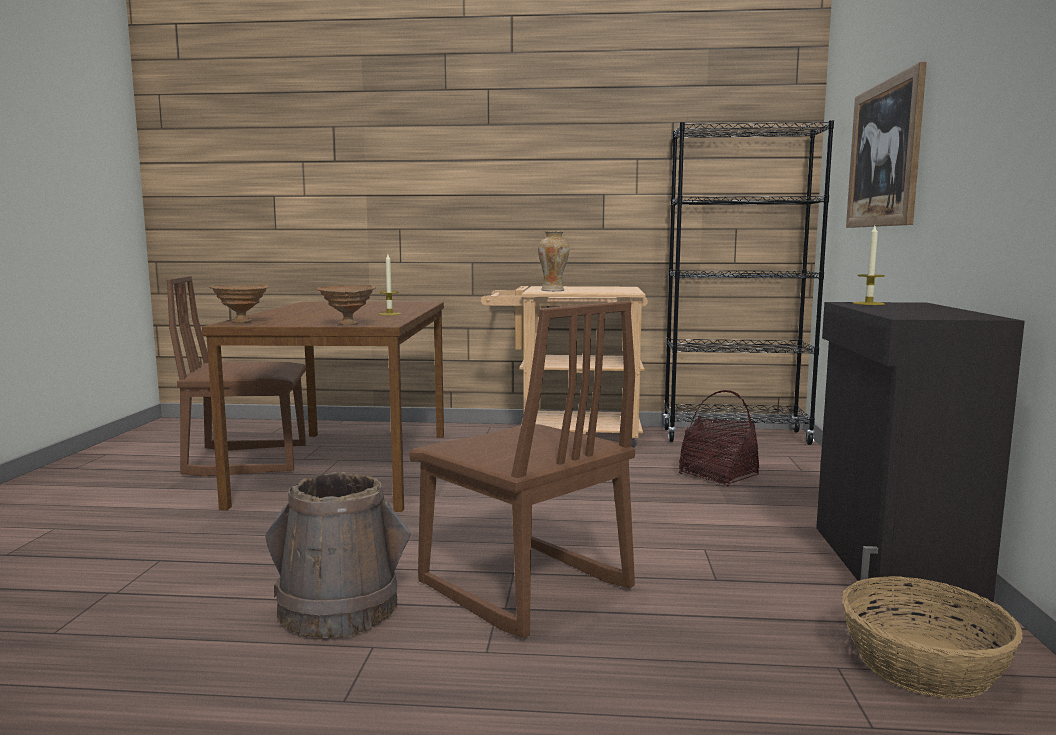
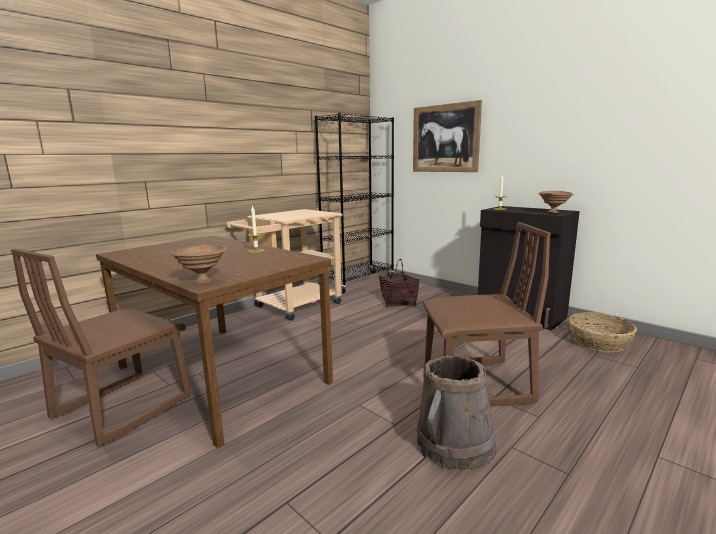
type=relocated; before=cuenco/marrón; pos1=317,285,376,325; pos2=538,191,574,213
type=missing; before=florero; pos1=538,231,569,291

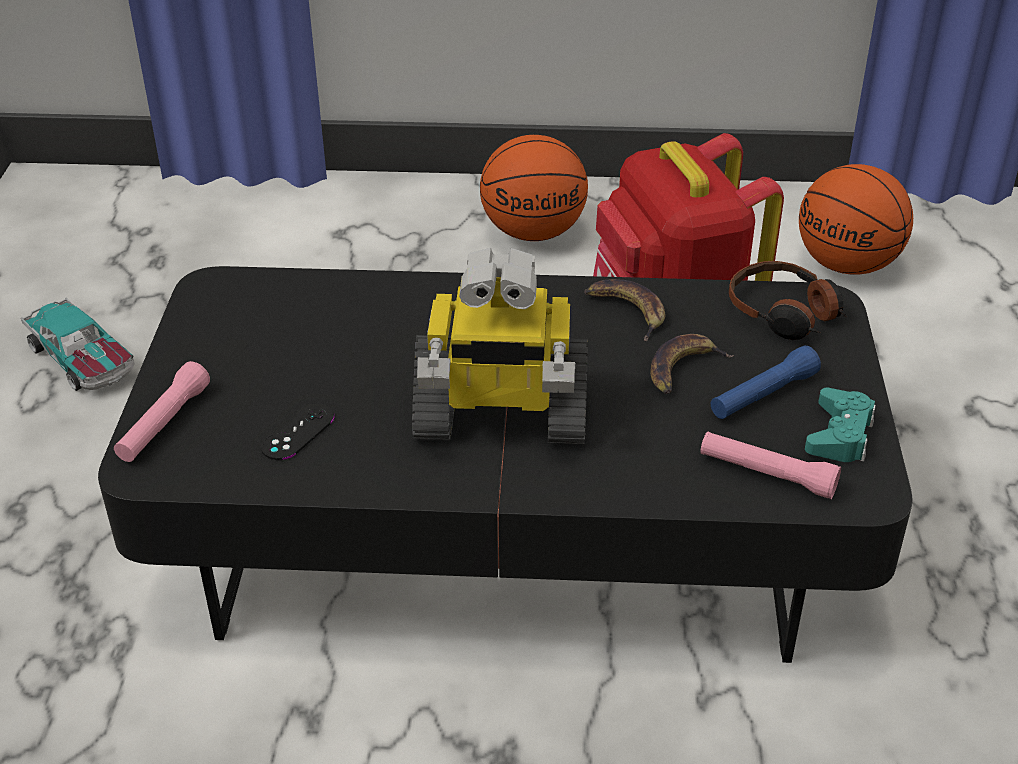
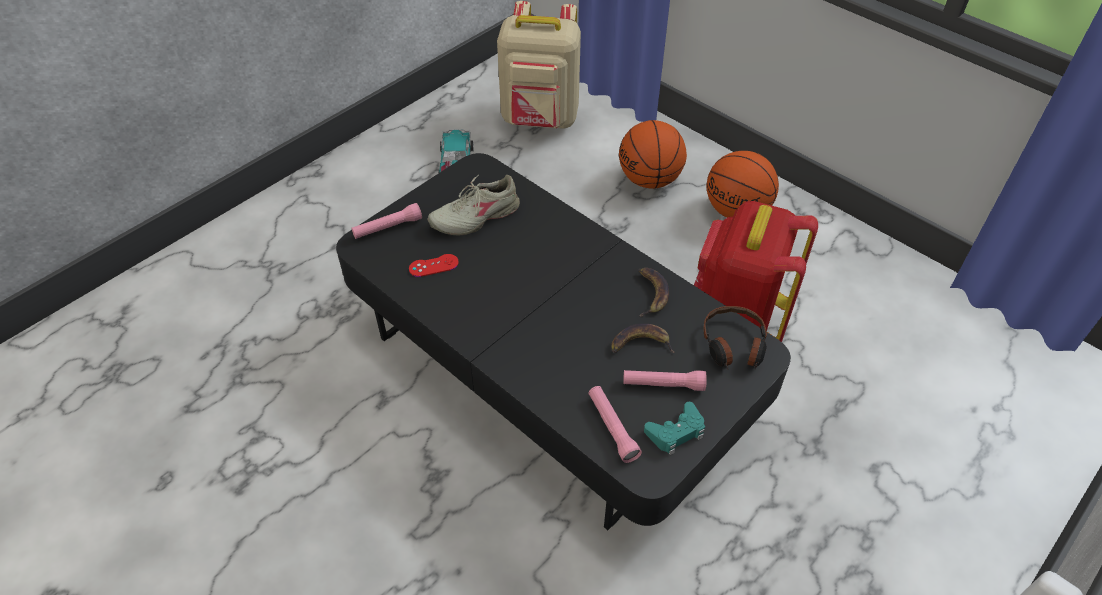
type=colour; before=mando de consola/negro; after=mando de consola/rojo; pos1=261,403,334,460; pos2=409,254,459,277
type=appeared; after=zapato/beis; pos2=427,175,520,235
type=appeared; after=mochila/beis; pos2=497,1,581,129
type=relocated; before=balón de baloncesto; pos1=799,164,913,275; pos2=619,120,687,189
type=colour; before=linterna/azul; after=linterna/rosa; pos1=711,345,821,419; pos2=623,370,707,391
type=missing; before=robot de juguete; pos1=412,248,588,444

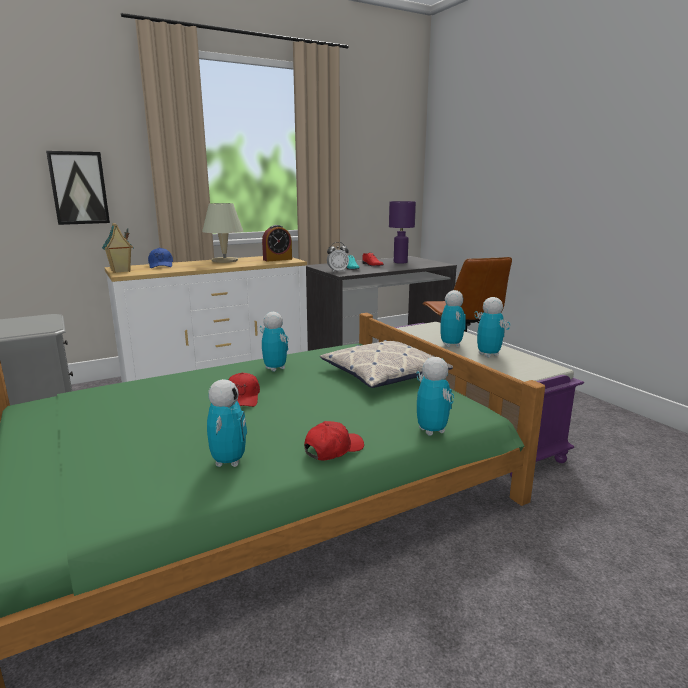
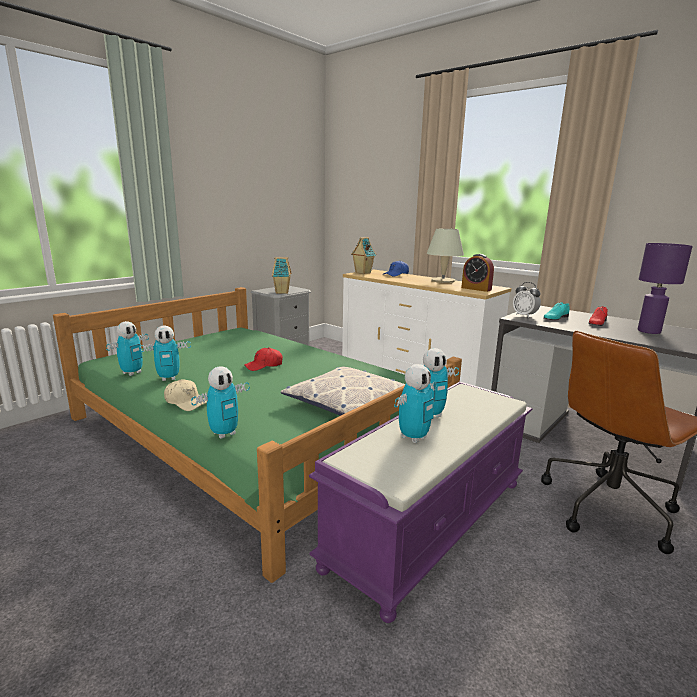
type=relocated; before=robot de juguete; pos1=260,312,289,372; pos2=106,321,149,376
type=colour; before=gorra/rojo; after=gorra/beis; pos1=304,421,364,461; pos2=164,379,207,411
type=appeared; after=casita; pos2=272,257,291,294
type=missing; before=cuadro; pos1=46,151,110,225

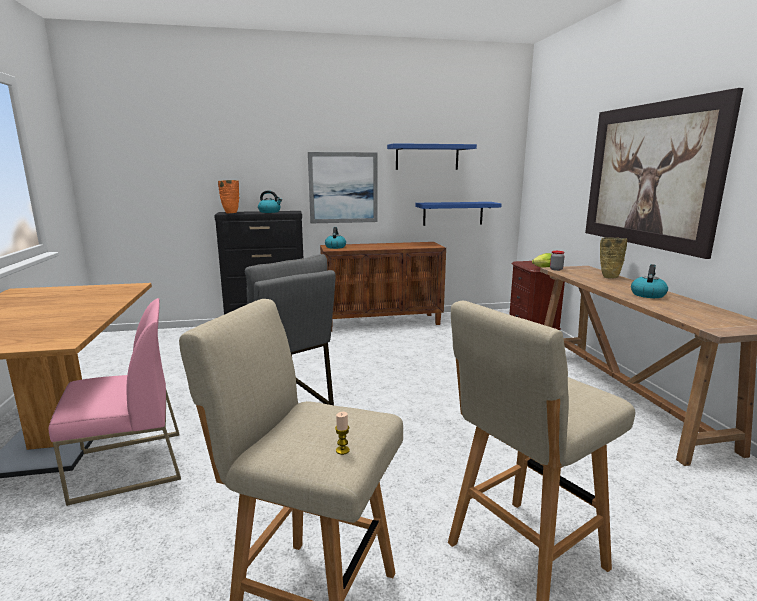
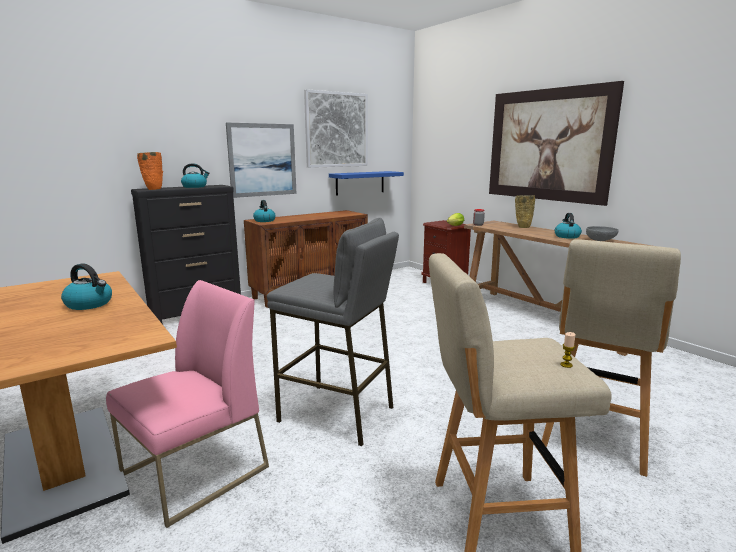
type=appeared; after=hervidor; pos2=61,263,112,310
type=exchanged; before=estante/azul; after=cuadro; pos1=387,143,477,170; pos2=304,89,368,168
type=appeared; after=cuenco/gris; pos2=586,226,619,241

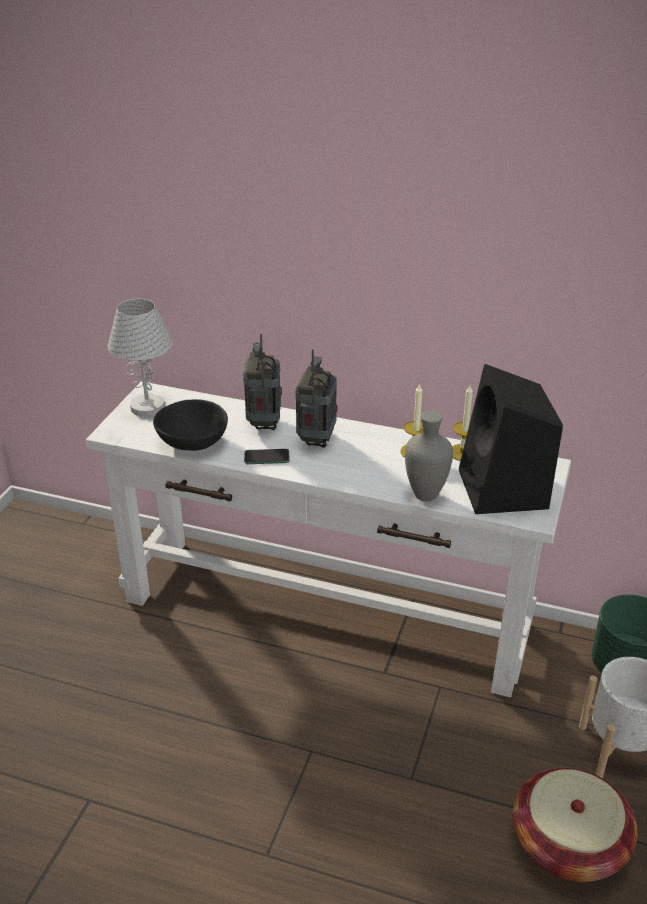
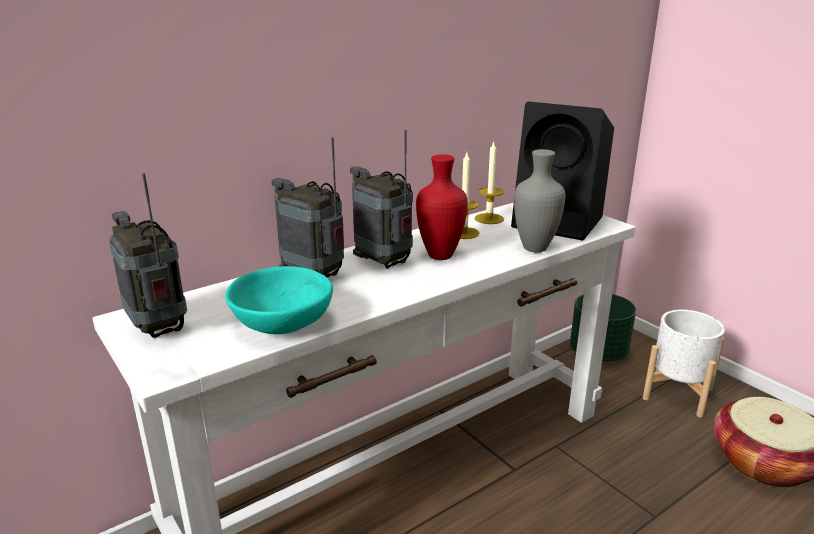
type=exchanged; before=lámpara de mesa/blanco; after=radio; pos1=108,299,173,417; pos2=109,173,187,338
type=colour; before=cuenco/negro; after=cuenco/turquesa; pos1=153,399,228,451; pos2=225,266,333,334
type=appeared; after=florero/rojo; pos2=416,154,468,260
type=missing; before=móvil; pos1=244,449,290,464

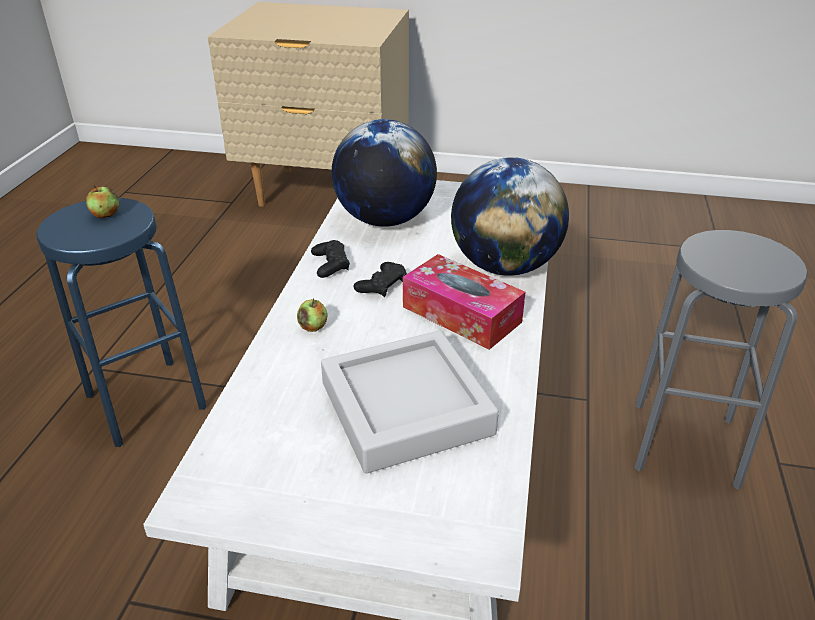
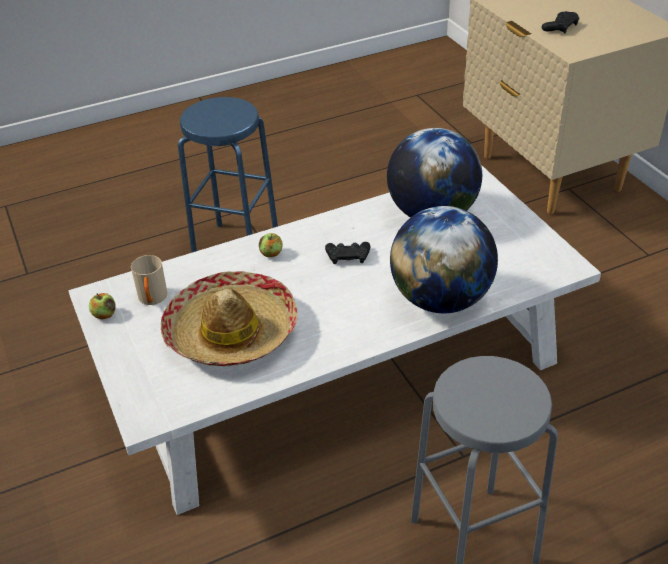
type=relocated; before=manzana; pos1=86,186,119,218; pos2=89,293,116,319
type=appeared; after=taza grande/beis; pos2=131,255,168,305
type=exchanged; before=bandeja/gris; after=sombrero; pos1=321,330,499,474; pos2=161,271,298,366
type=relocated; before=mando de consola/negro; pos1=311,240,350,278; pos2=542,11,579,34
type=missing; before=caja de pañuelos; pos1=403,254,526,350

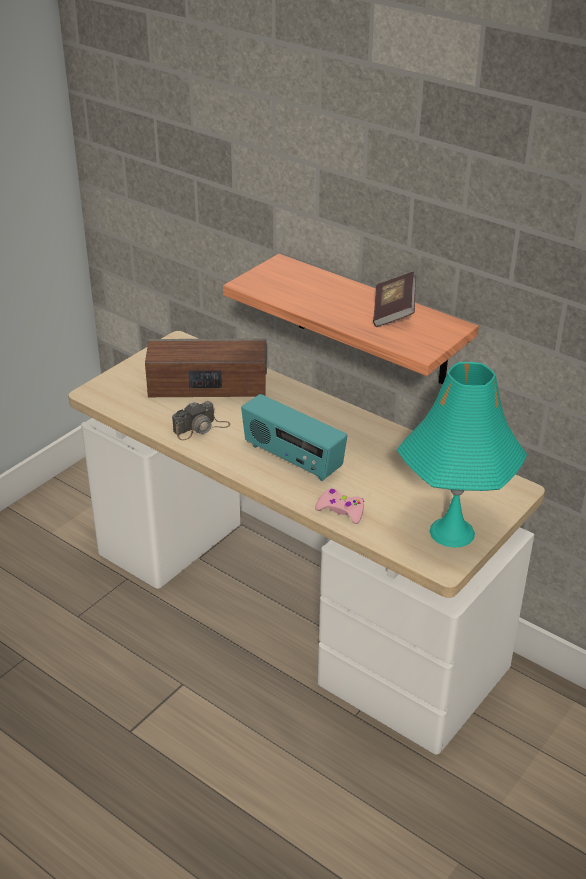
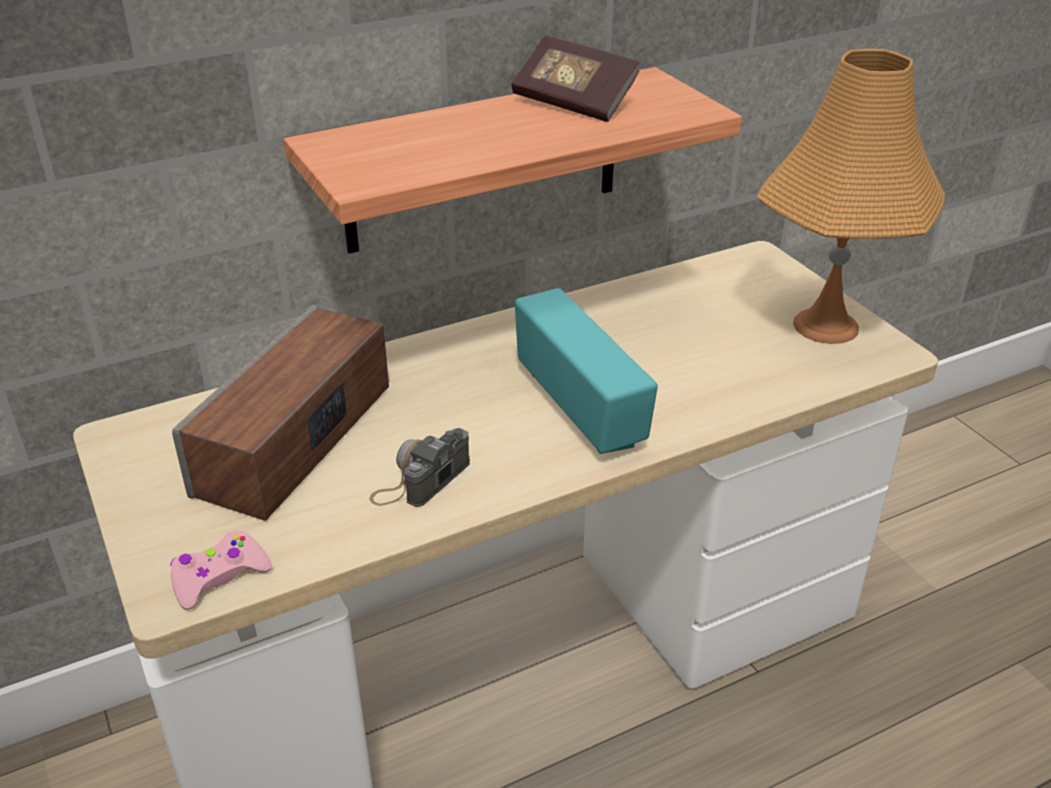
type=relocated; before=mando de consola/rosa; pos1=315,488,364,524; pos2=170,530,272,610
type=spun; before=cámara; pos1=172,401,231,440; pos2=369,428,470,507; turn=-135
type=spun; before=radio; pos1=241,394,347,481; pos2=515,288,658,454; turn=-90
type=colour; before=lámpara de mesa/turquesa; after=lámpara de mesa/naranja; pos1=397,362,527,548; pos2=757,49,945,344

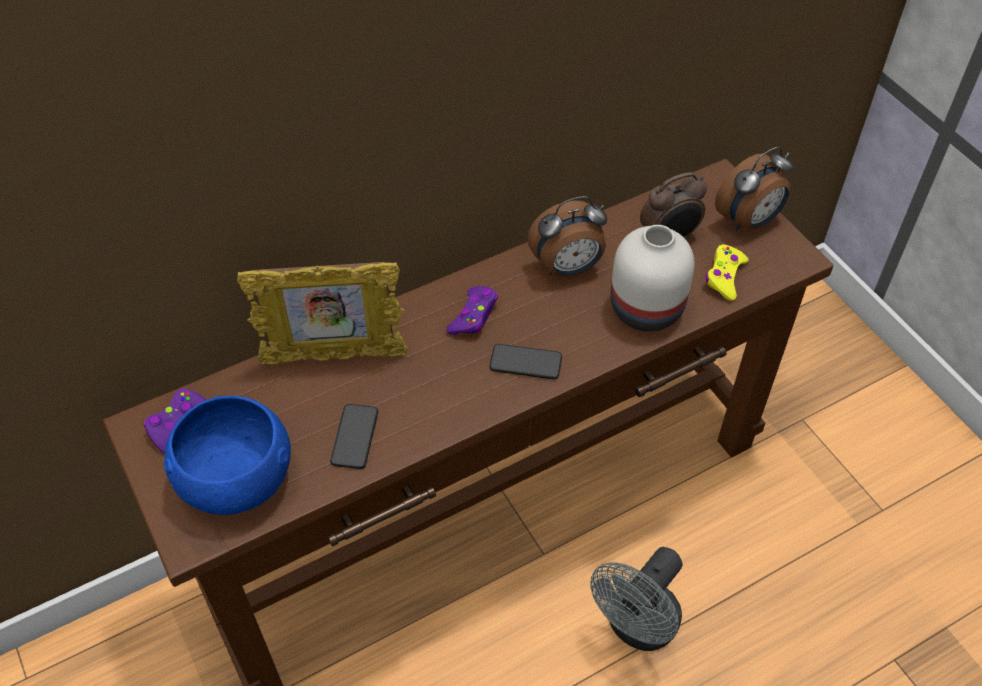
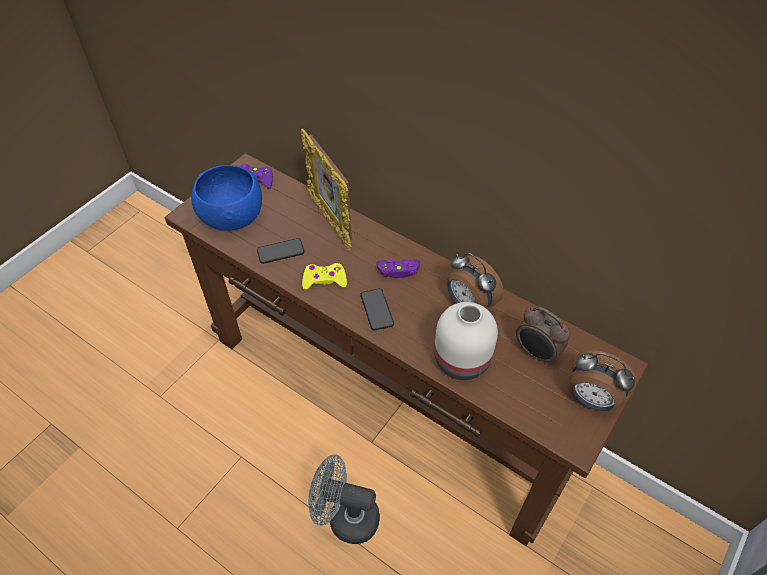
type=relocated; before=mando de consola/amarillo; pos1=706,244,749,301; pos2=302,263,347,290

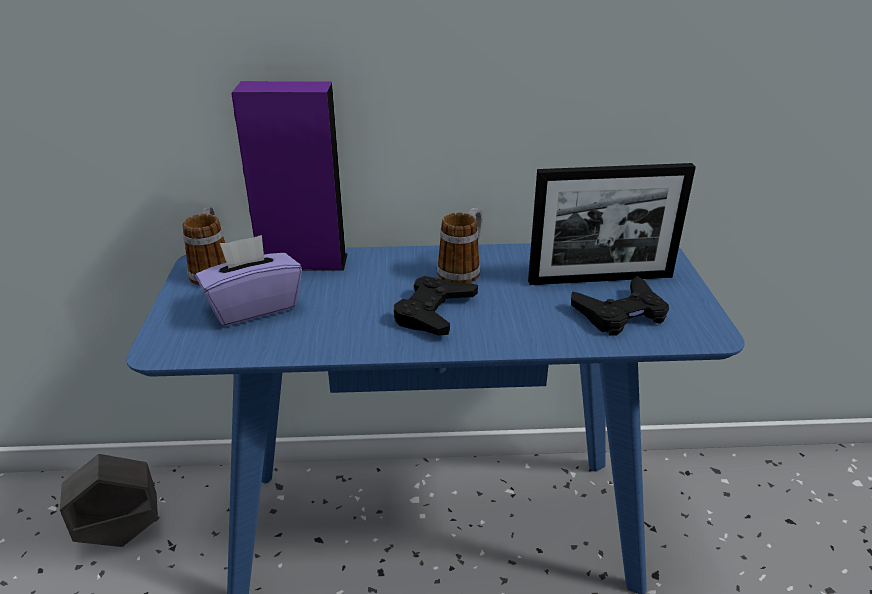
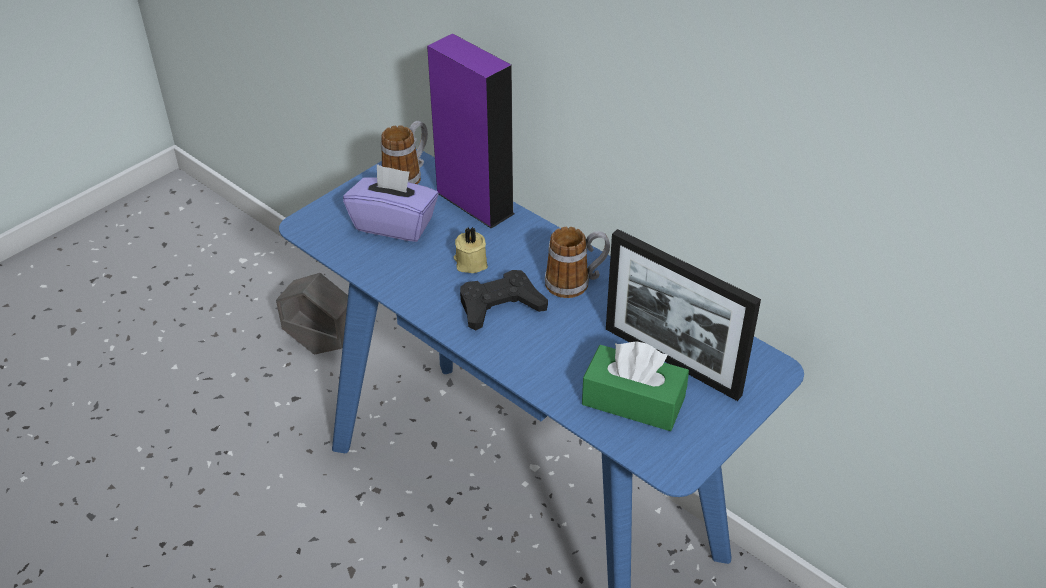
type=appeared; after=vela/beis; pos2=454,227,488,273
type=exchanged; before=mando de consola/negro; after=caja de pañuelos/verde; pos1=571,276,669,336; pos2=582,341,689,431

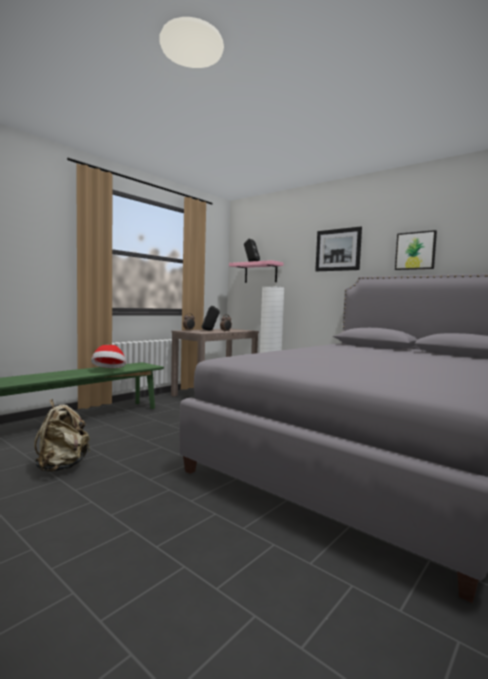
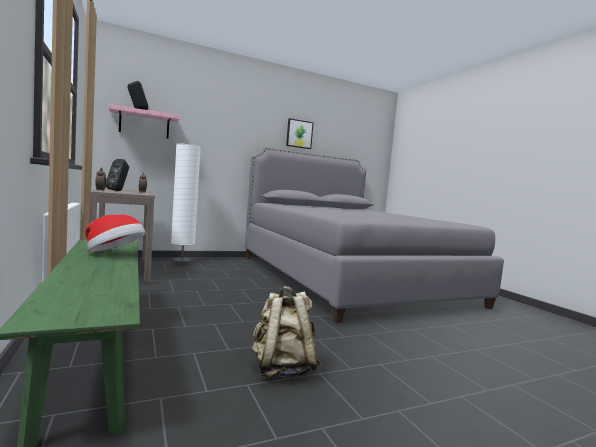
type=missing; before=cuadro; pos1=315,226,362,271

